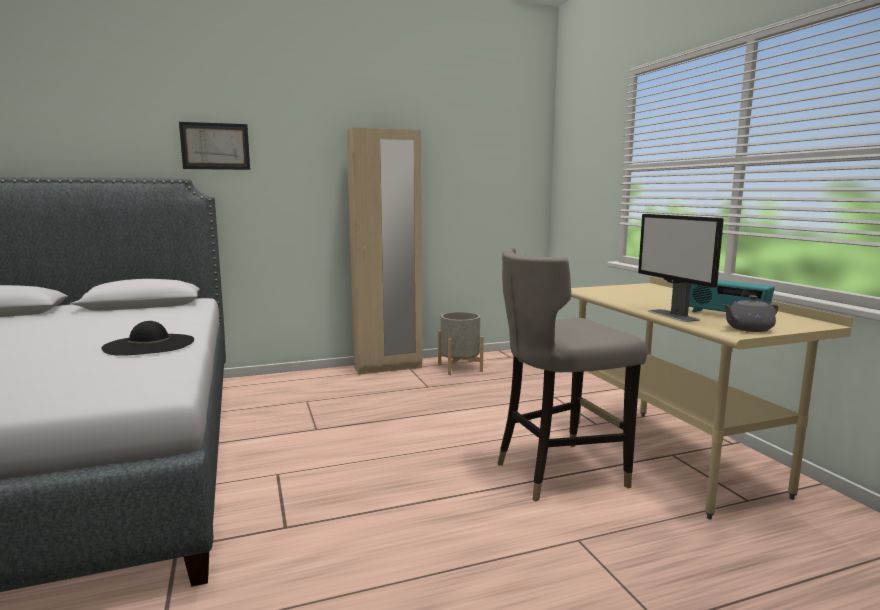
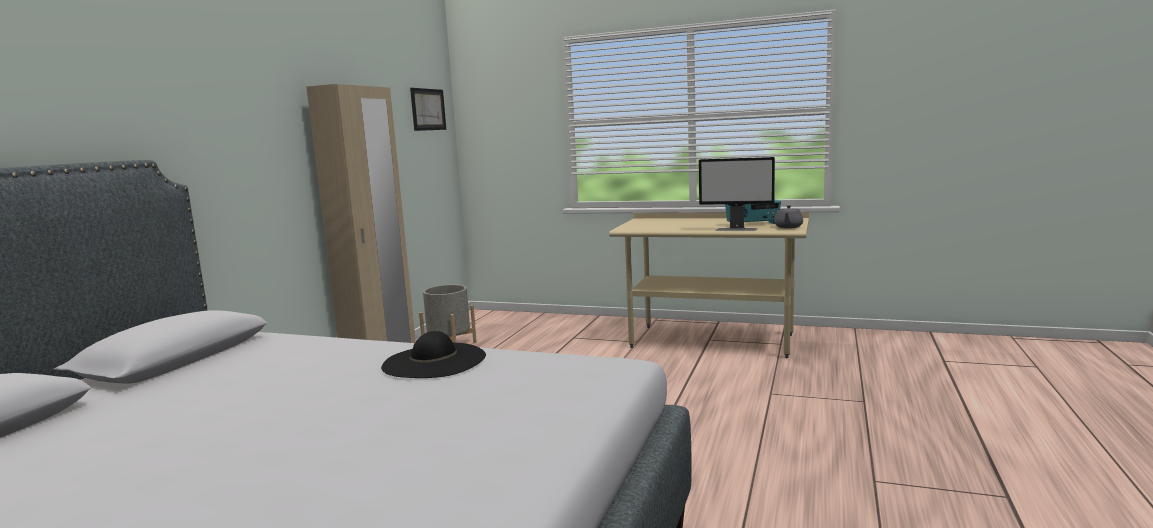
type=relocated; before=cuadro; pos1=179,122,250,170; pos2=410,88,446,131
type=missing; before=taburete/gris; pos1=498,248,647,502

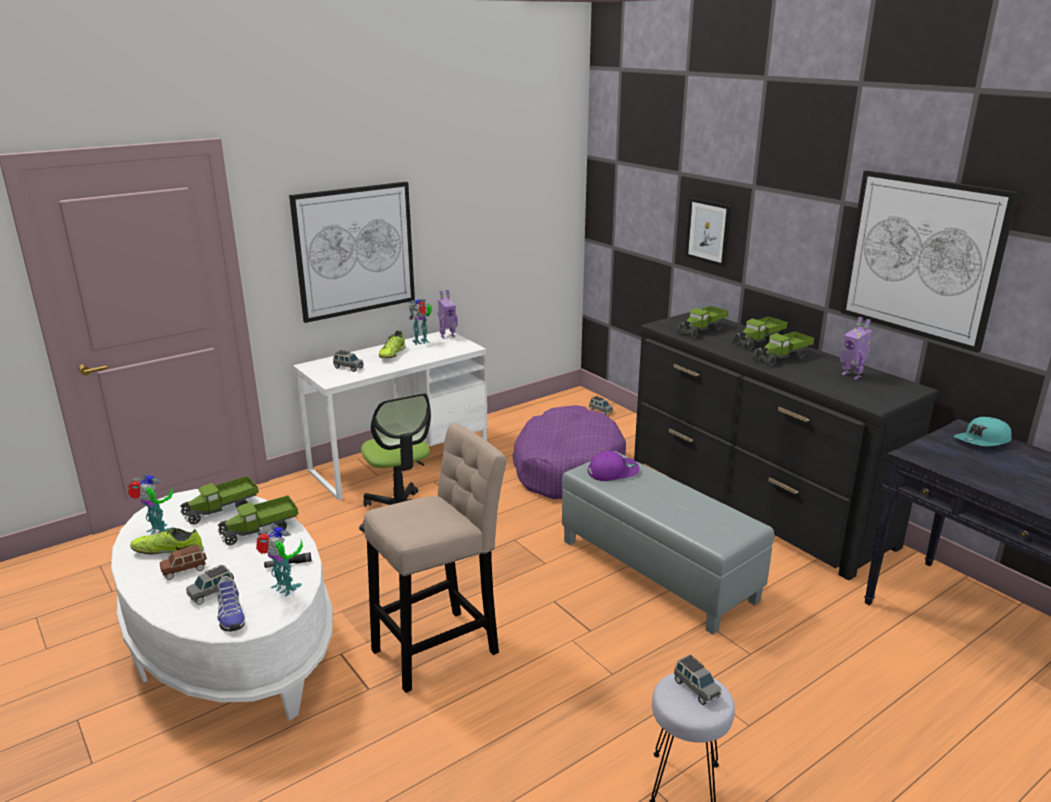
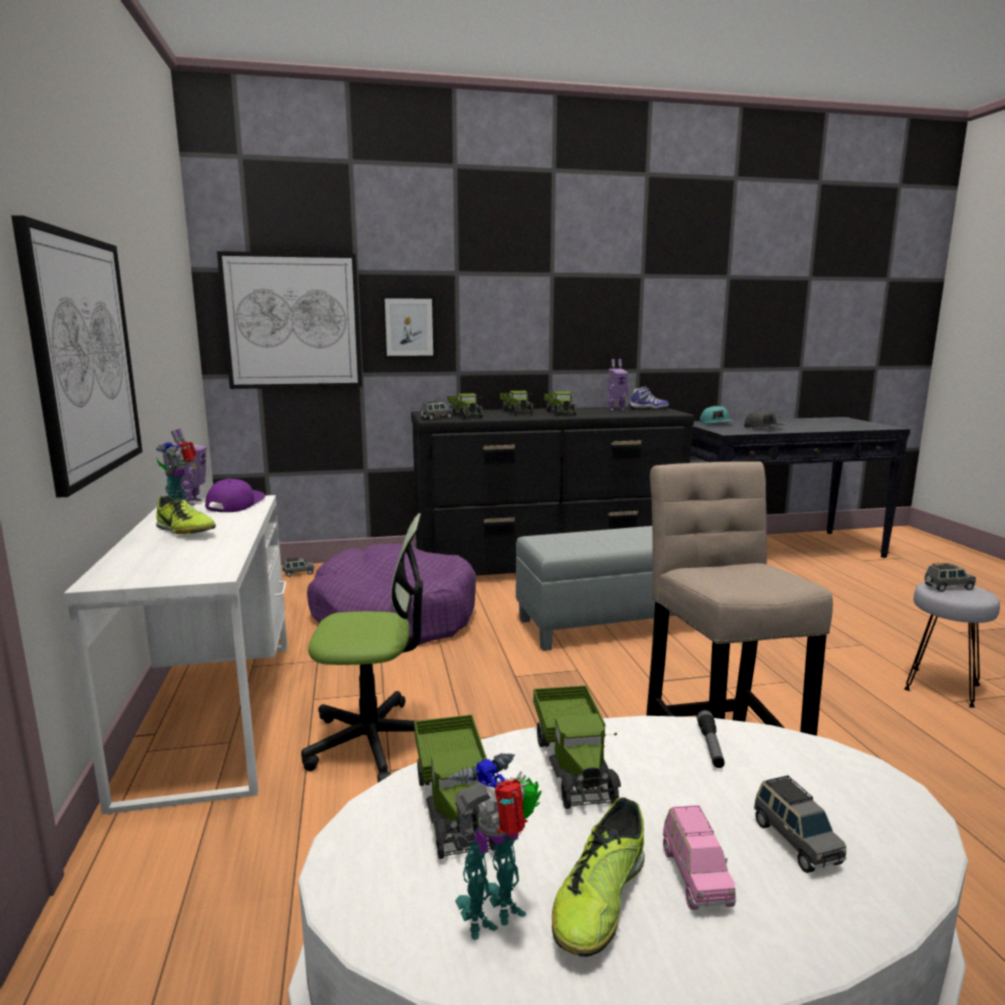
type=relocated; before=gorra/morado; pos1=588,451,640,481; pos2=205,479,265,512
type=relocated; before=cuadro; pos1=841,170,1018,353; pos2=217,251,362,389
type=relocated; before=coche de juguete/gris; pos1=333,350,364,372; pos2=420,401,453,420
type=relocated; before=zapato; pos1=218,576,245,632; pos2=629,386,669,410
type=colour; before=coche de juguete/marrón; after=coche de juguete/rosa; pos1=160,544,207,580; pos2=663,805,736,910
type=appeared; after=gorra/gris; pos2=744,409,785,428
type=missing; before=robot de juguete; pos1=256,524,303,597

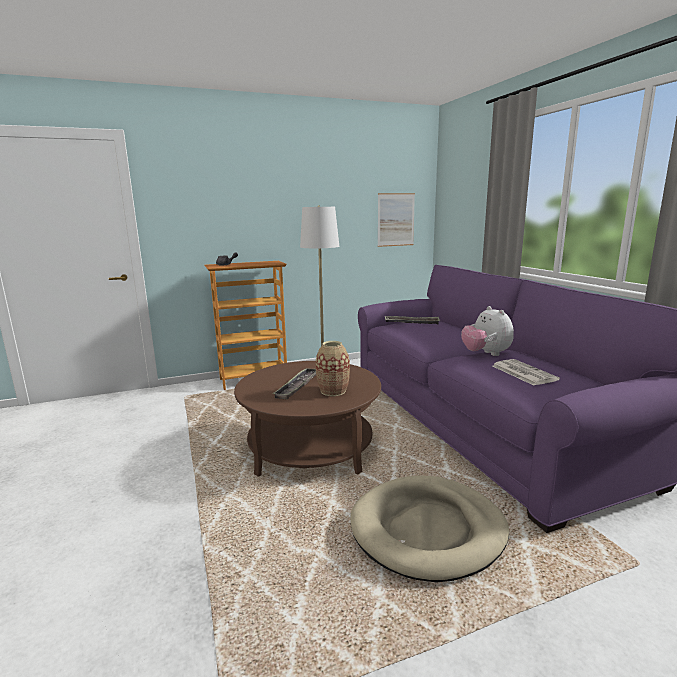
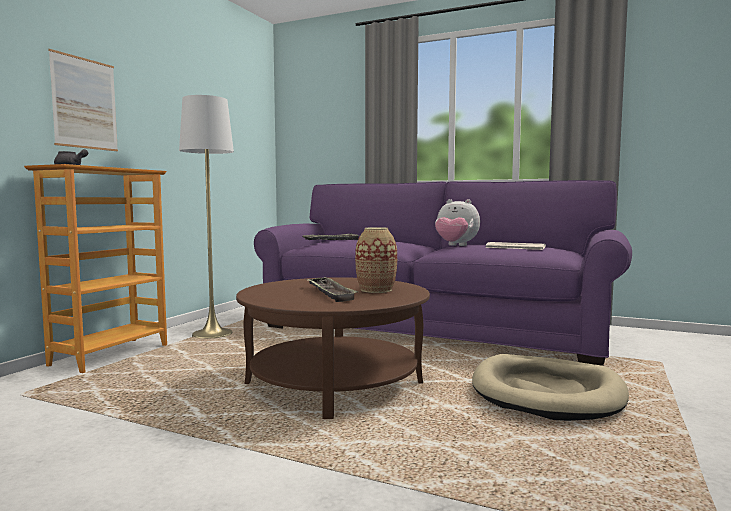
type=relocated; before=cuadro; pos1=378,193,415,247; pos2=48,49,118,151

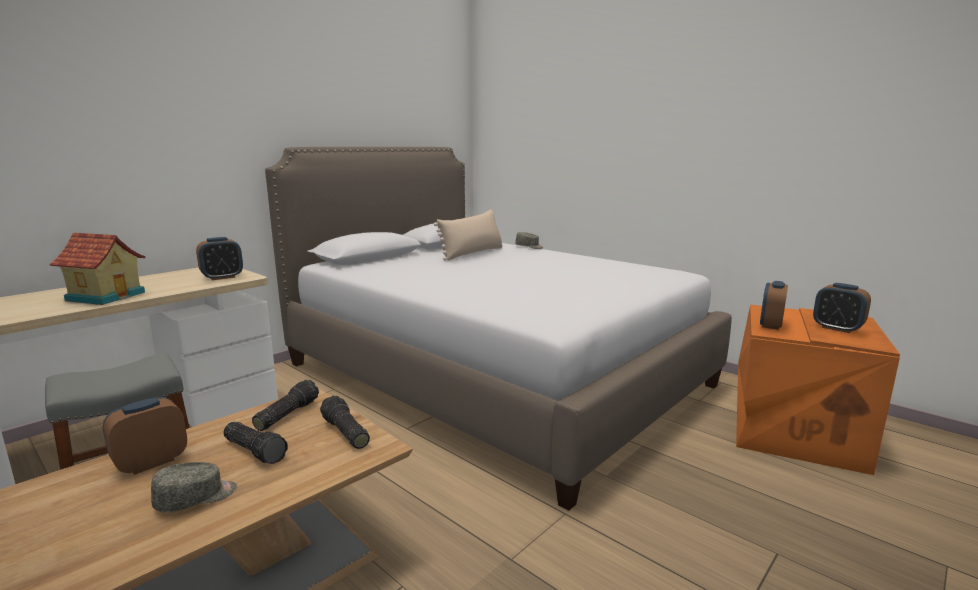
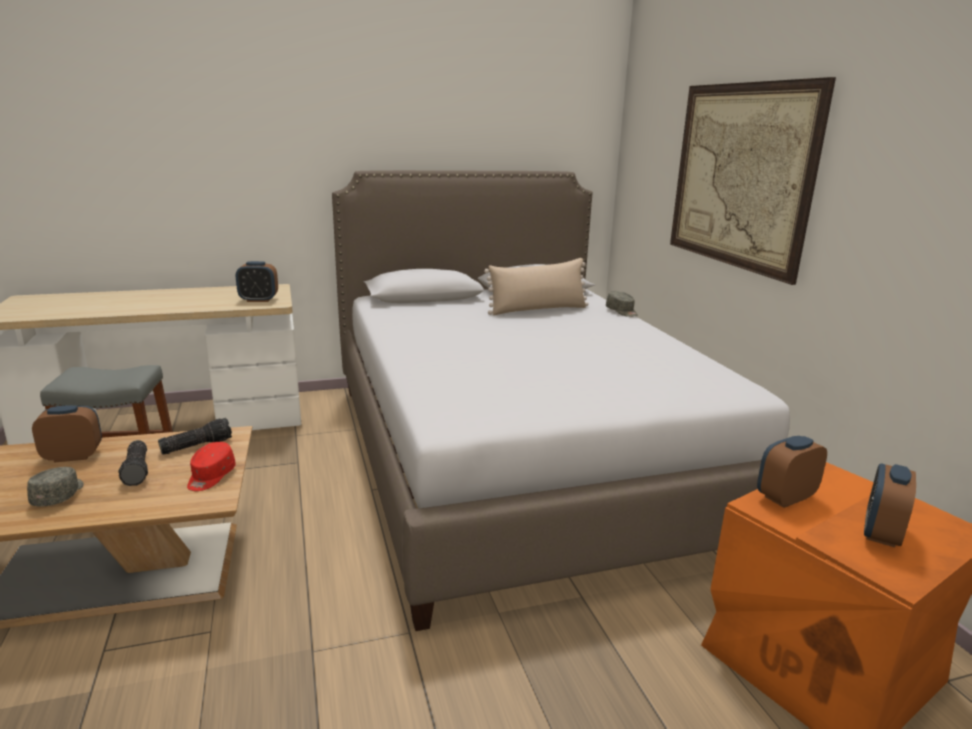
type=spun; before=gorra/gris; pos1=151,462,237,512; pos2=27,467,84,507; turn=-90
type=exchanged; before=linterna; after=gorra/rojo; pos1=320,396,370,449; pos2=187,442,236,491
type=appeared; after=cuadro; pos2=670,77,836,285
type=spun; before=despertador; pos1=813,283,871,333; pos2=864,464,916,547; turn=45
type=missing; before=casita; pos1=49,233,145,305

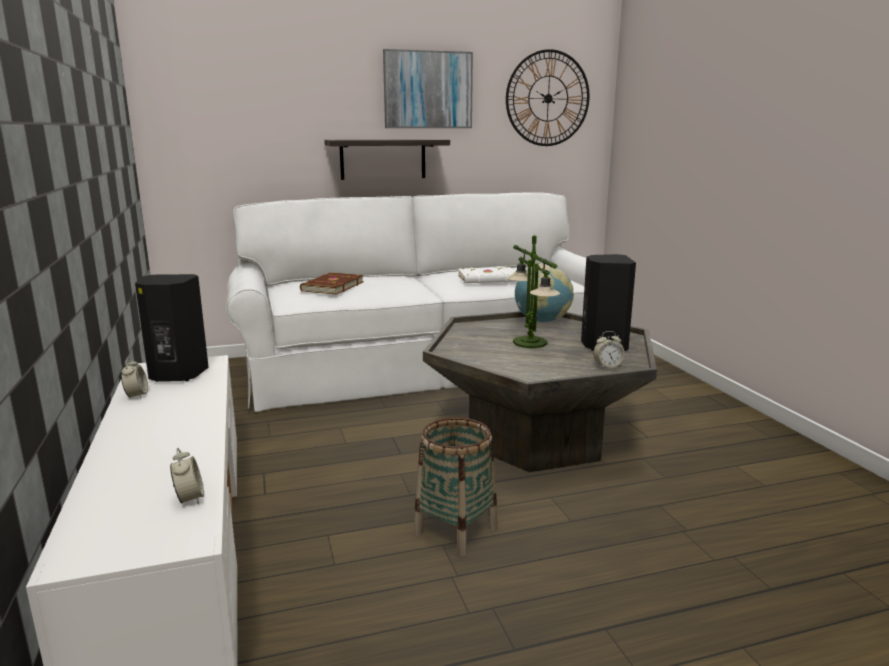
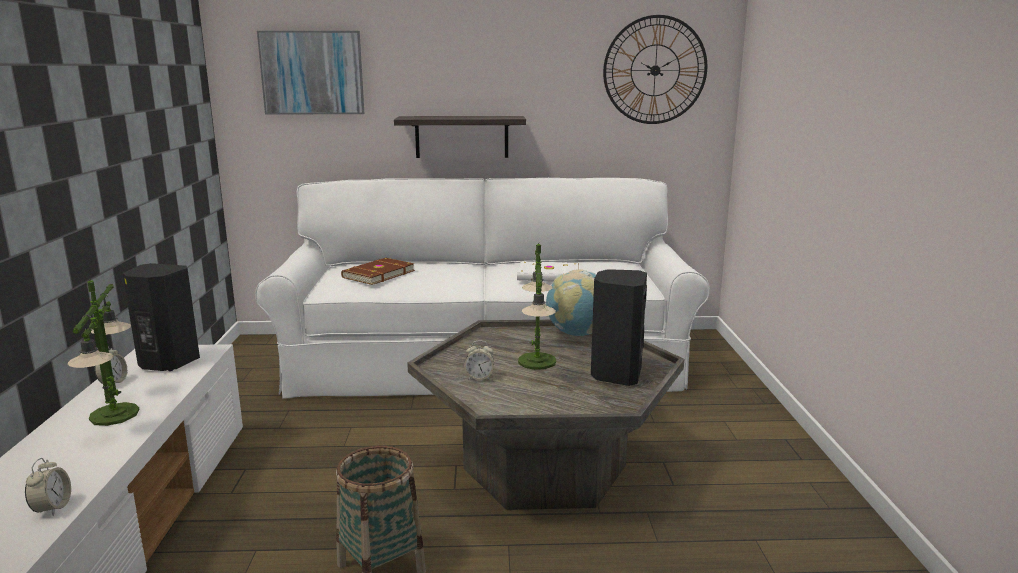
type=appeared; after=lámpara de mesa; pos2=68,279,140,426
type=relocated; before=cuadro; pos1=383,49,473,128; pos2=257,31,364,114
type=relocated; before=despertador; pos1=593,331,625,369; pos2=464,340,494,380

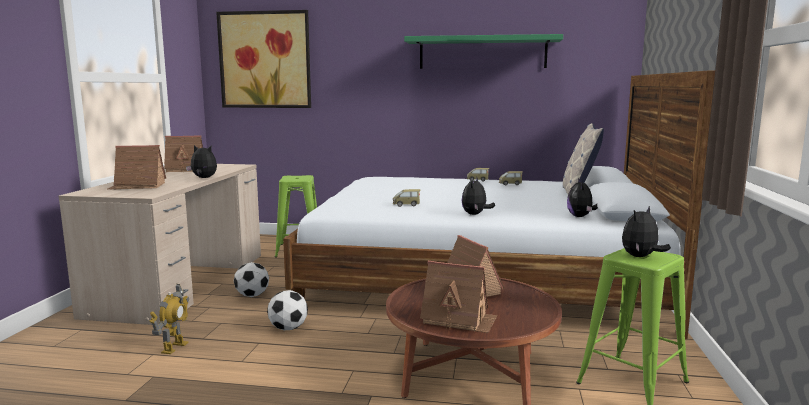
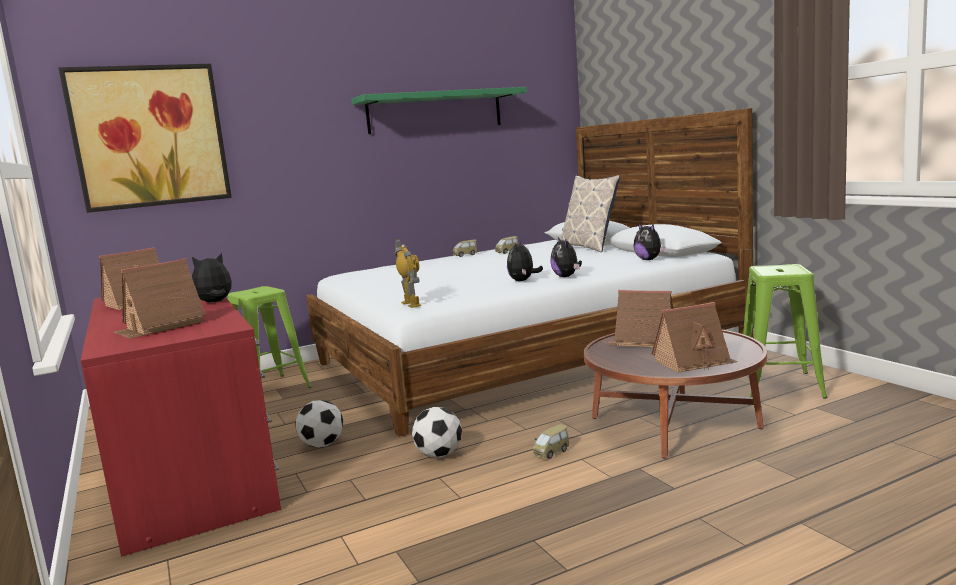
type=colour; before=escritorio/beis; after=escritorio/rojo; pos1=59,164,261,325; pos2=80,297,281,557
type=relocated; before=robot de juguete; pos1=150,284,189,354; pos2=395,239,421,308
type=relocated; before=peluche; pos1=622,206,671,257; pos2=507,241,543,281
type=relocated; before=coche de juguete; pos1=393,189,421,207; pos2=533,424,569,459

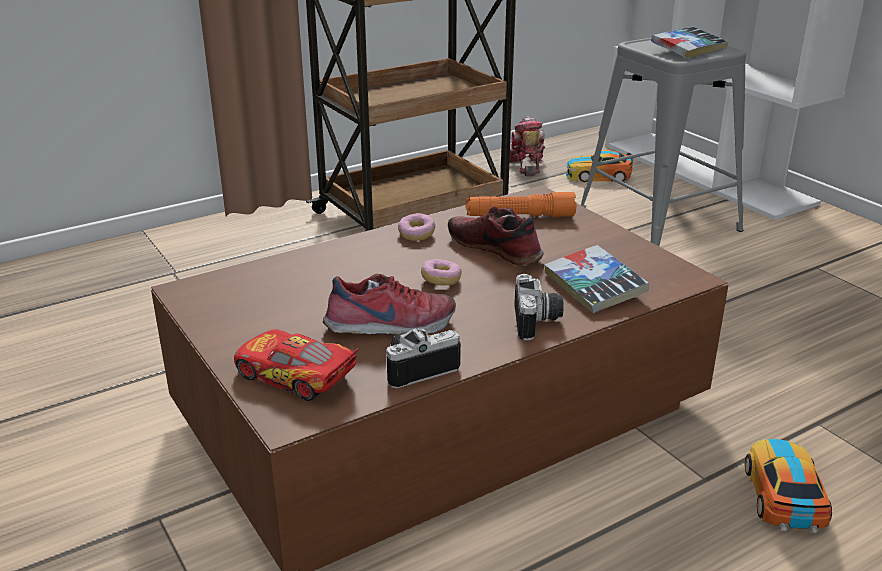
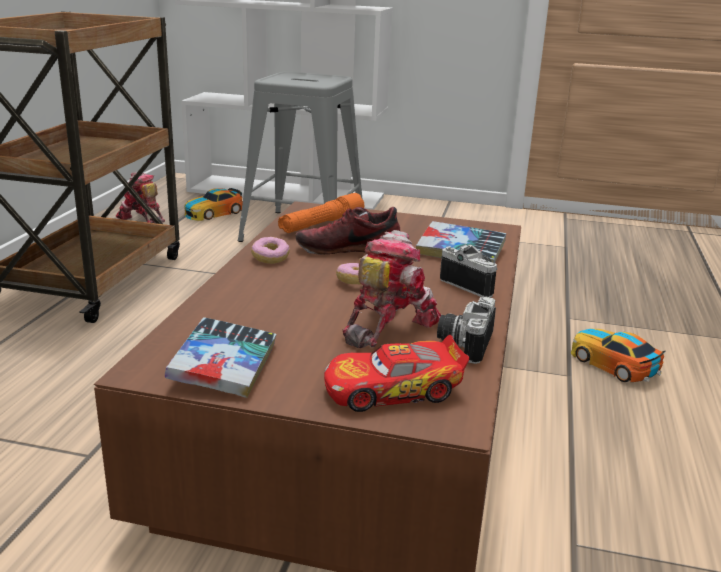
type=relocated; before=libro; pos1=651,27,728,58; pos2=165,317,276,398
type=exchanged; before=zapato; after=robot de juguete; pos1=323,273,456,334; pos2=342,230,441,348

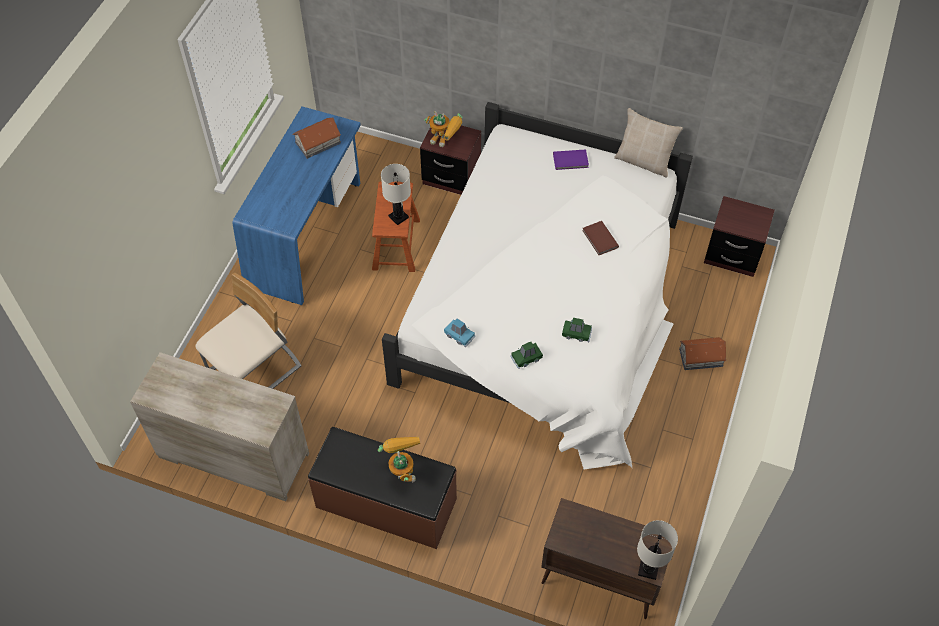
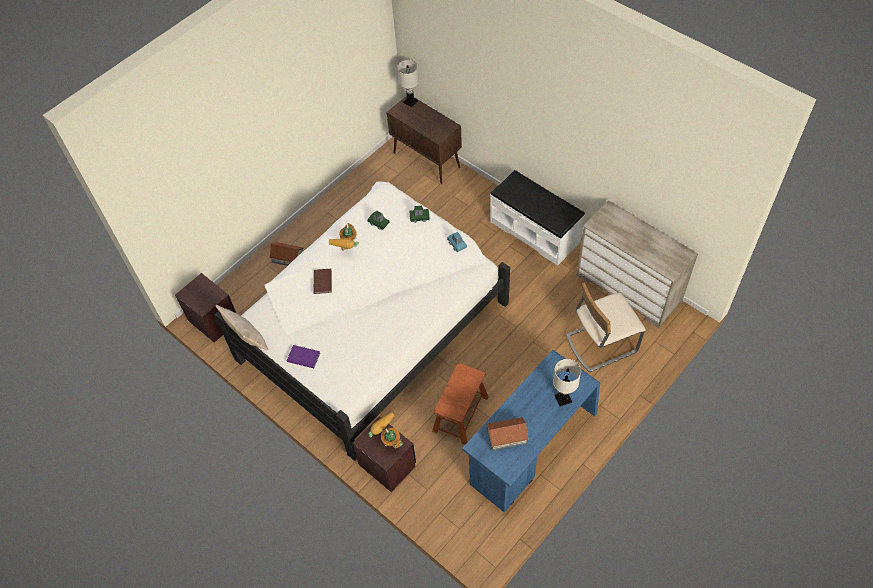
type=relocated; before=robot de juguete; pos1=378,437,420,482; pos2=329,223,359,251
type=colour; before=banco/marrón; after=banco/blanco; pos1=308,427,457,549; pos2=490,170,585,266
type=relocated; before=lámpara de mesa/blanco; pos1=381,164,411,225; pos2=553,359,581,407

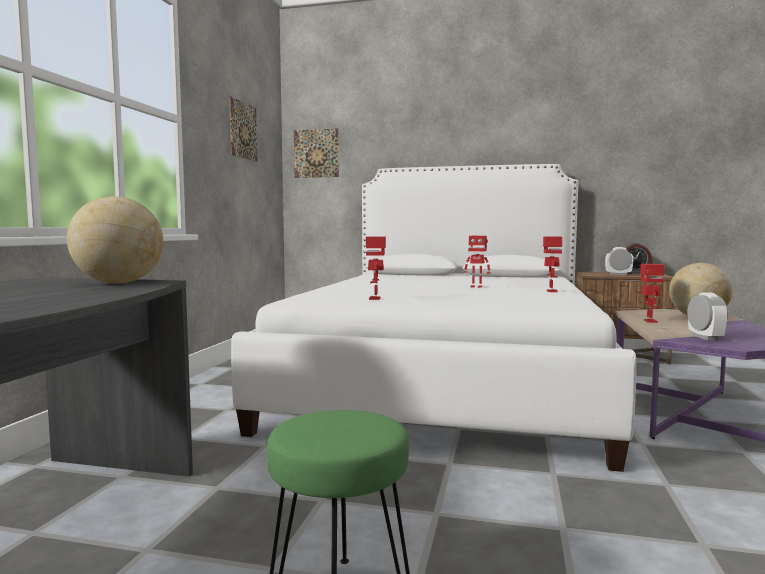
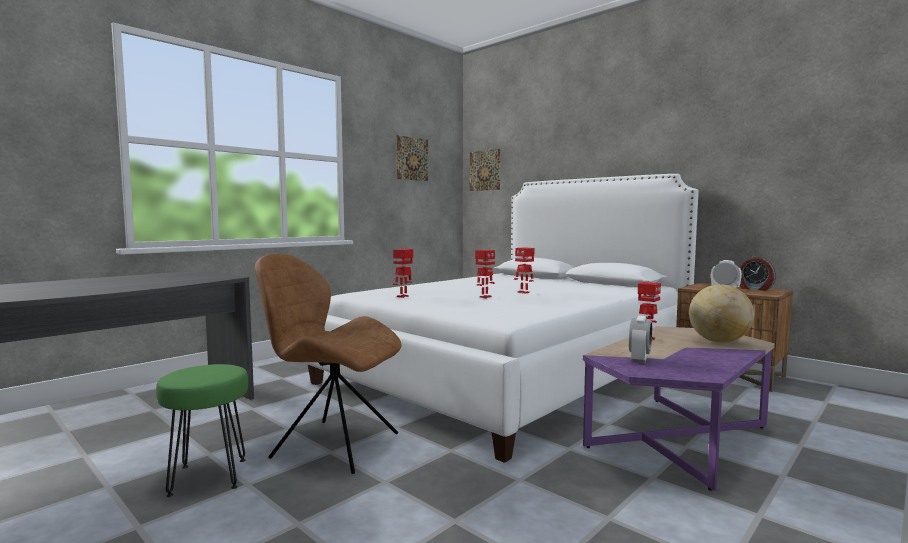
type=appeared; after=silla/marrón; pos2=255,253,402,474
type=relocated; before=robot de juguete; pos1=543,237,562,292; pos2=475,250,495,298
type=missing; before=globo terráqueo; pos1=67,196,163,284

